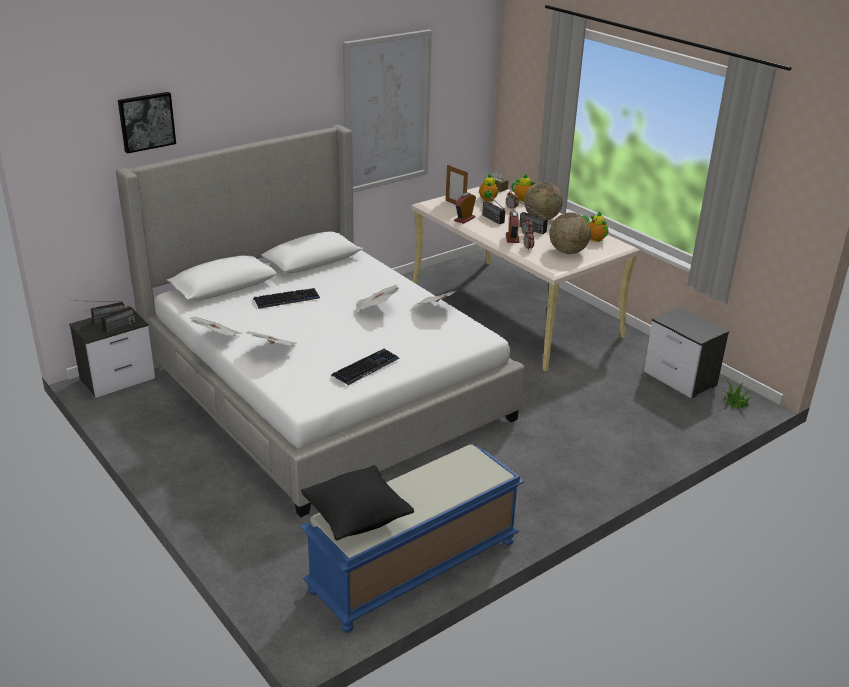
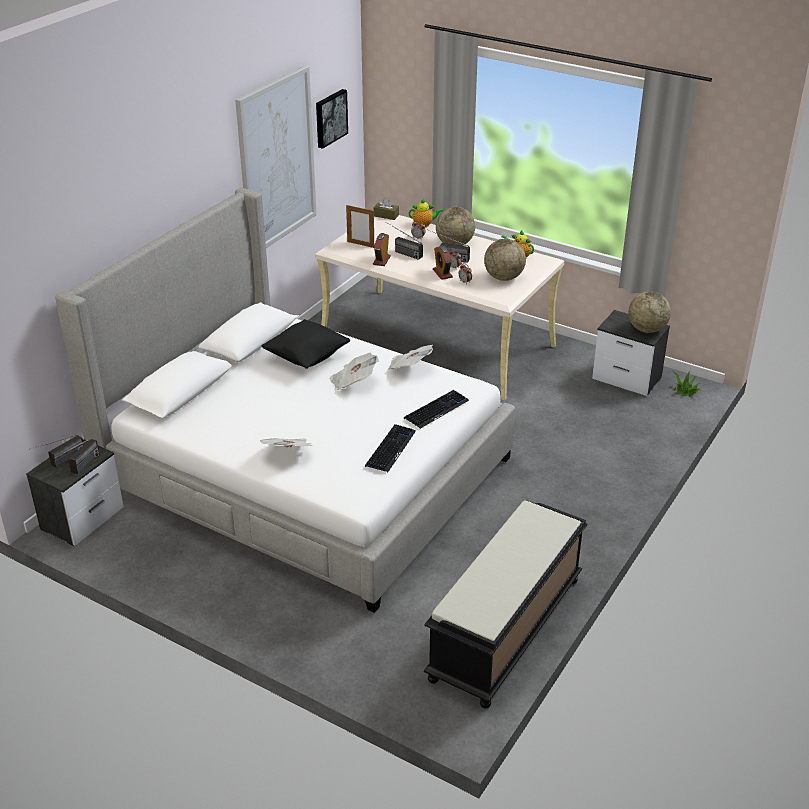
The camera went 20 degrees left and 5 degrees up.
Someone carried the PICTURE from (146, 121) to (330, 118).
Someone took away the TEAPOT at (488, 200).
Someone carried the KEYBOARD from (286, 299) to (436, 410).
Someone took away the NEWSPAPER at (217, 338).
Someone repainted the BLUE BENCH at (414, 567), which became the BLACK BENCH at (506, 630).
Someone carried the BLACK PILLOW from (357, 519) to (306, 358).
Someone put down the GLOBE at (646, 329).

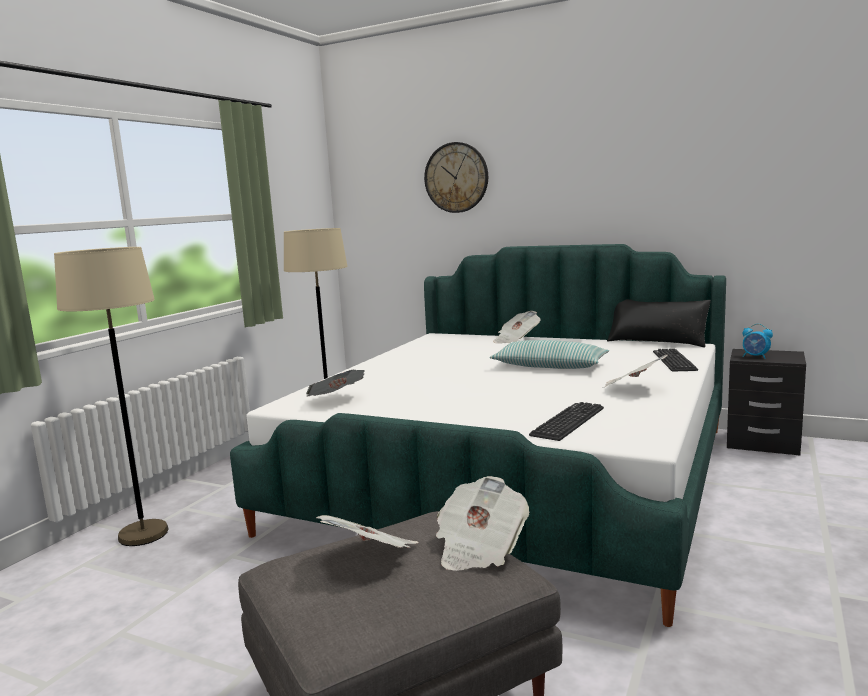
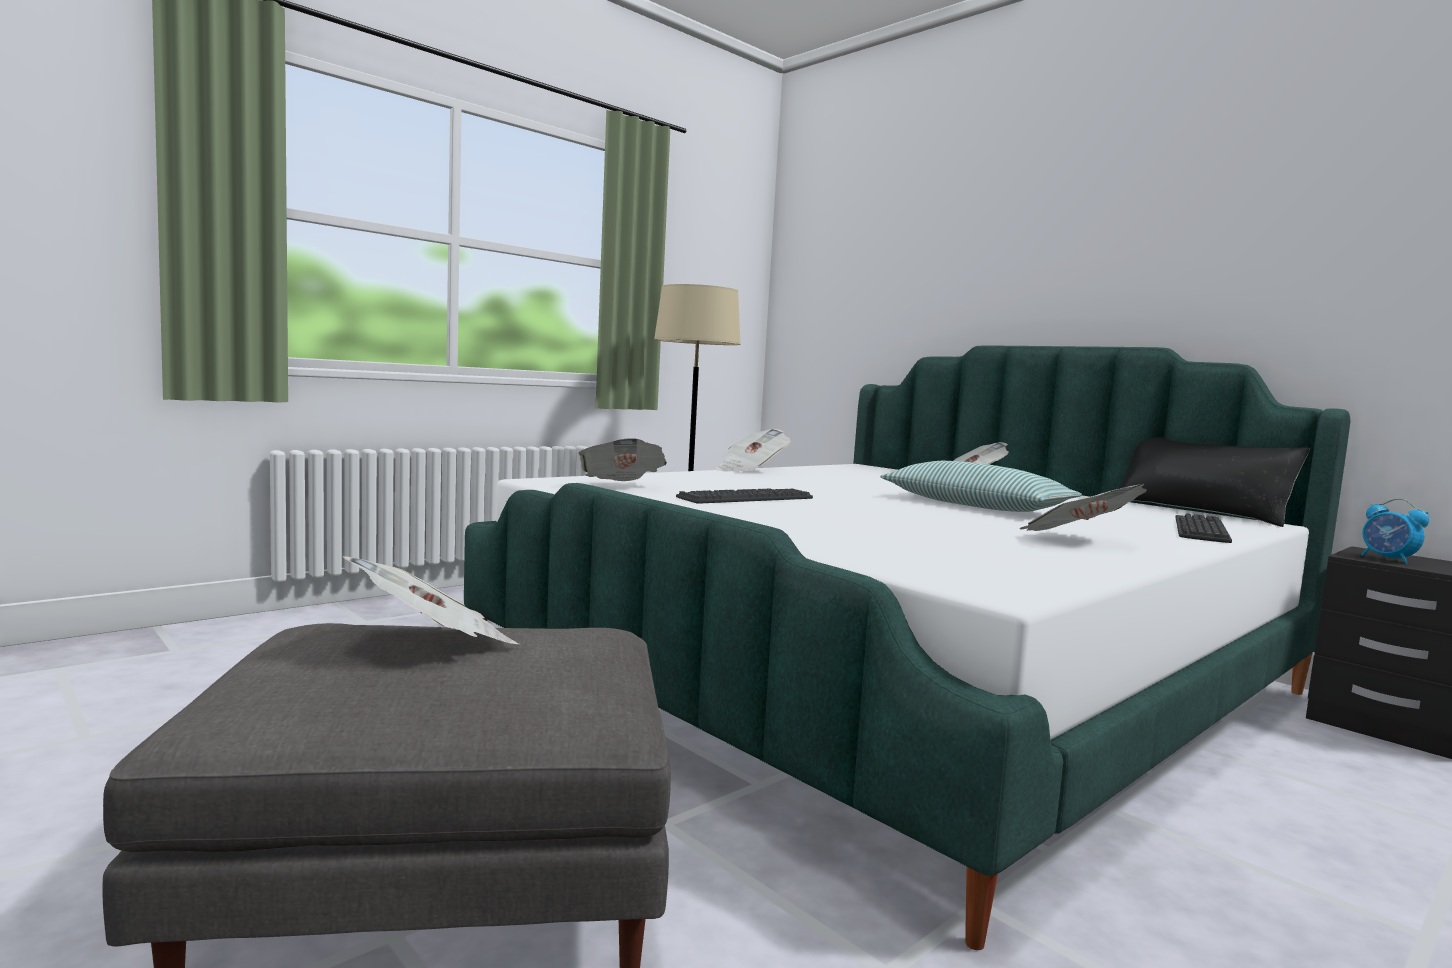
The camera went 20 degrees right and 5 degrees down.
Someone took away the WALL CLOCK at (456, 177).
Someone took away the BEIGE FLOOR LAMP at (143, 534).
Someone carried the KEYBOARD from (568, 422) to (746, 498).
Someone carried the NEWSPAPER from (479, 548) to (750, 470).

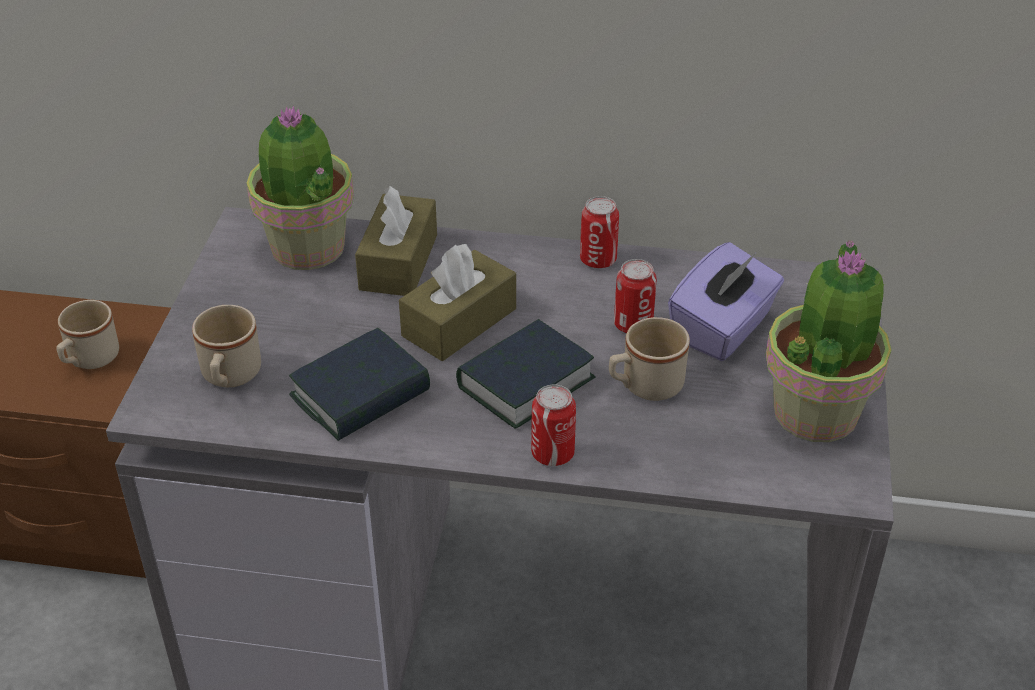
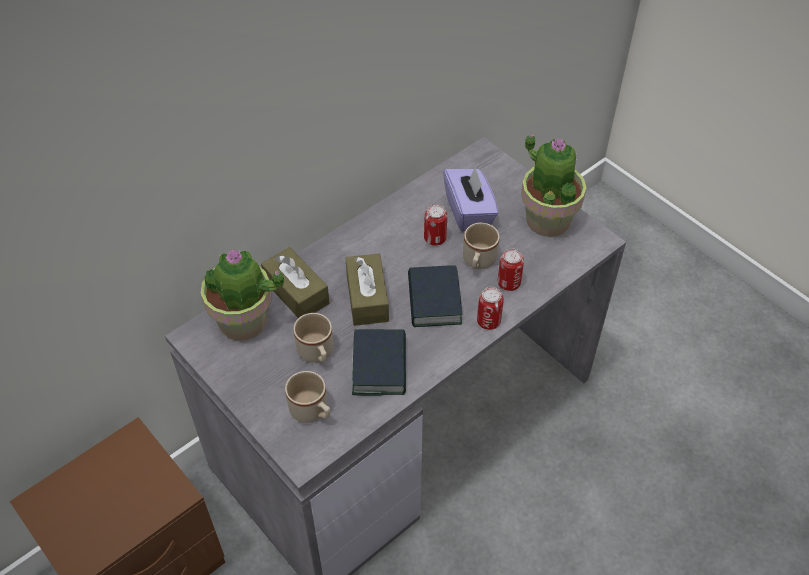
The camera went 50 degrees left and 10 degrees up.
Someone carried the CAN from (598, 260) to (508, 283).
Someone carried the BEIGE MUG from (89, 360) to (317, 354).

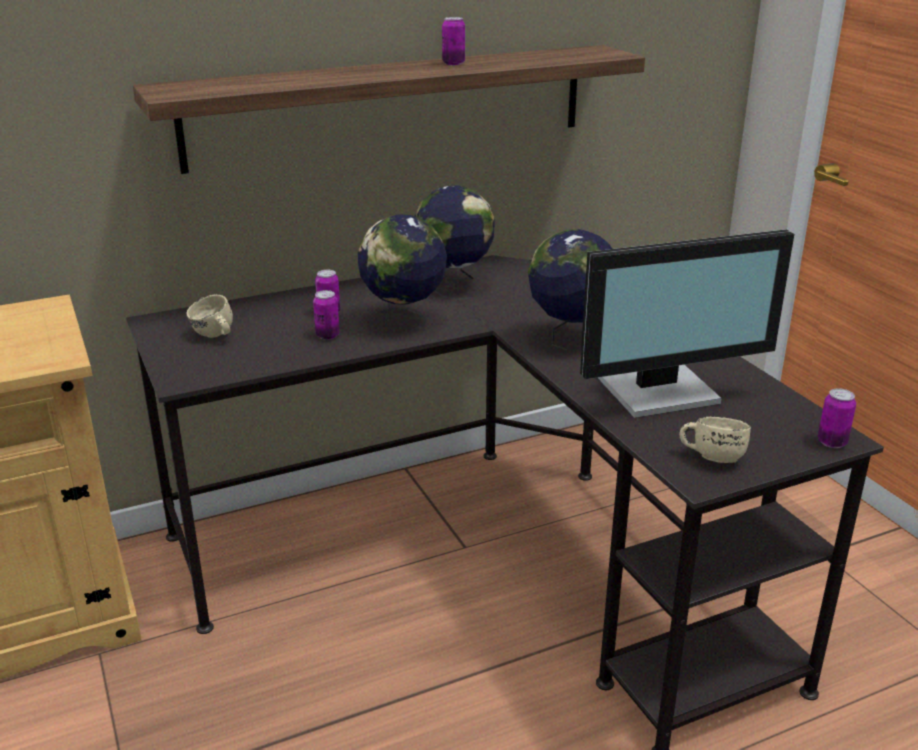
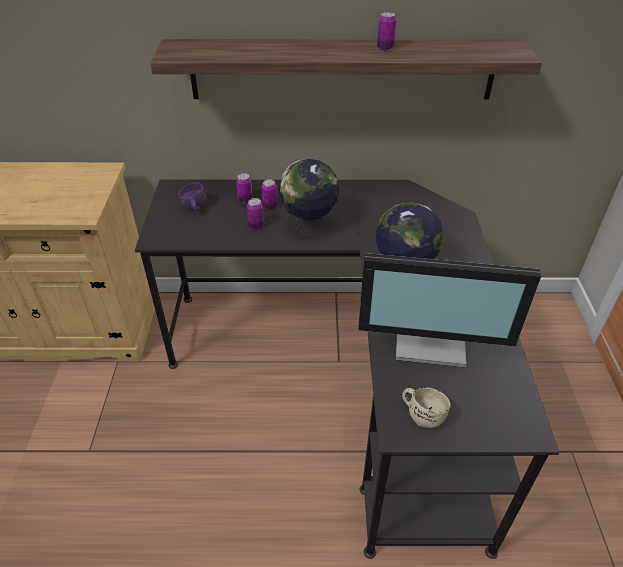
The camera went 25 degrees right and 15 degrees up.
Someone took away the GLOBE at (454, 286).
Someone repainted the BEIGE MUG at (214, 336), which became the PURPLE MUG at (194, 208).
Someone carried the CAN from (832, 442) to (245, 200).

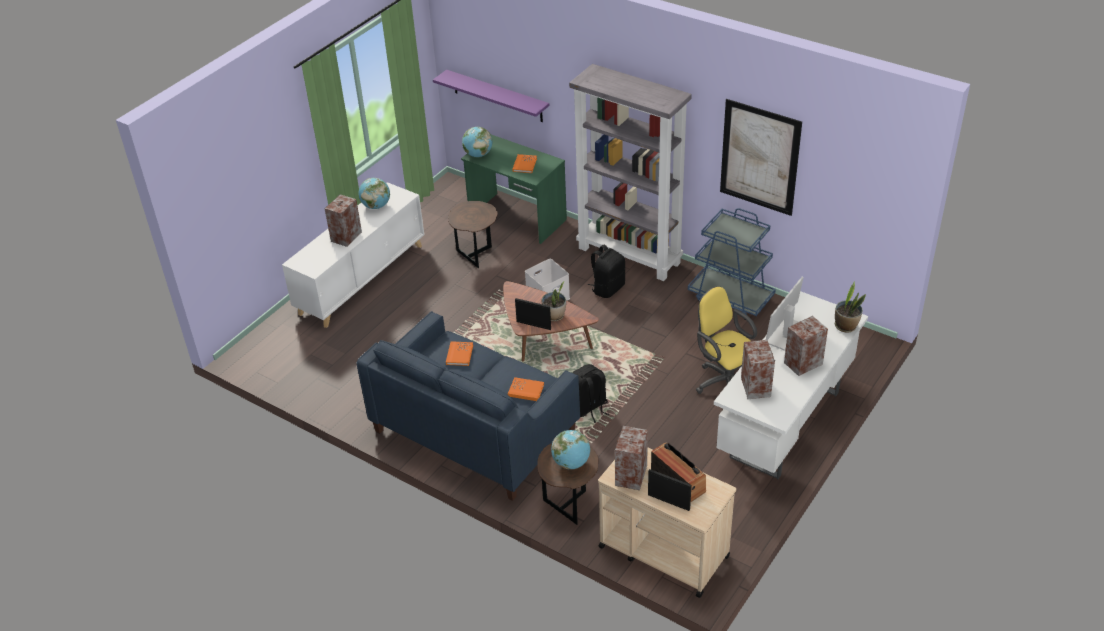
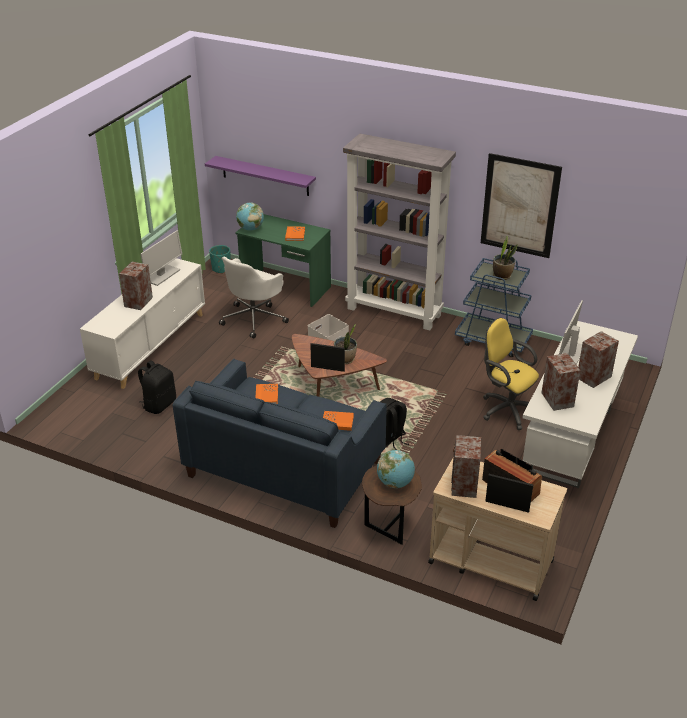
The camera went 10 degrees left and 5 degrees down.
Someone swapped the GLOBE at (376, 206) for the MONITOR at (162, 275).
Someone swapped the BROWN SIDE TABLE at (476, 254) for the WHITE OFFICE CHAIR at (254, 319).
Someone carried the BLACK BACKPACK from (607, 288) to (159, 404).
Someone carried the POTTED PLANT from (846, 326) to (502, 276).
Someone put down the TURQUOISE PLANTER at (221, 269).

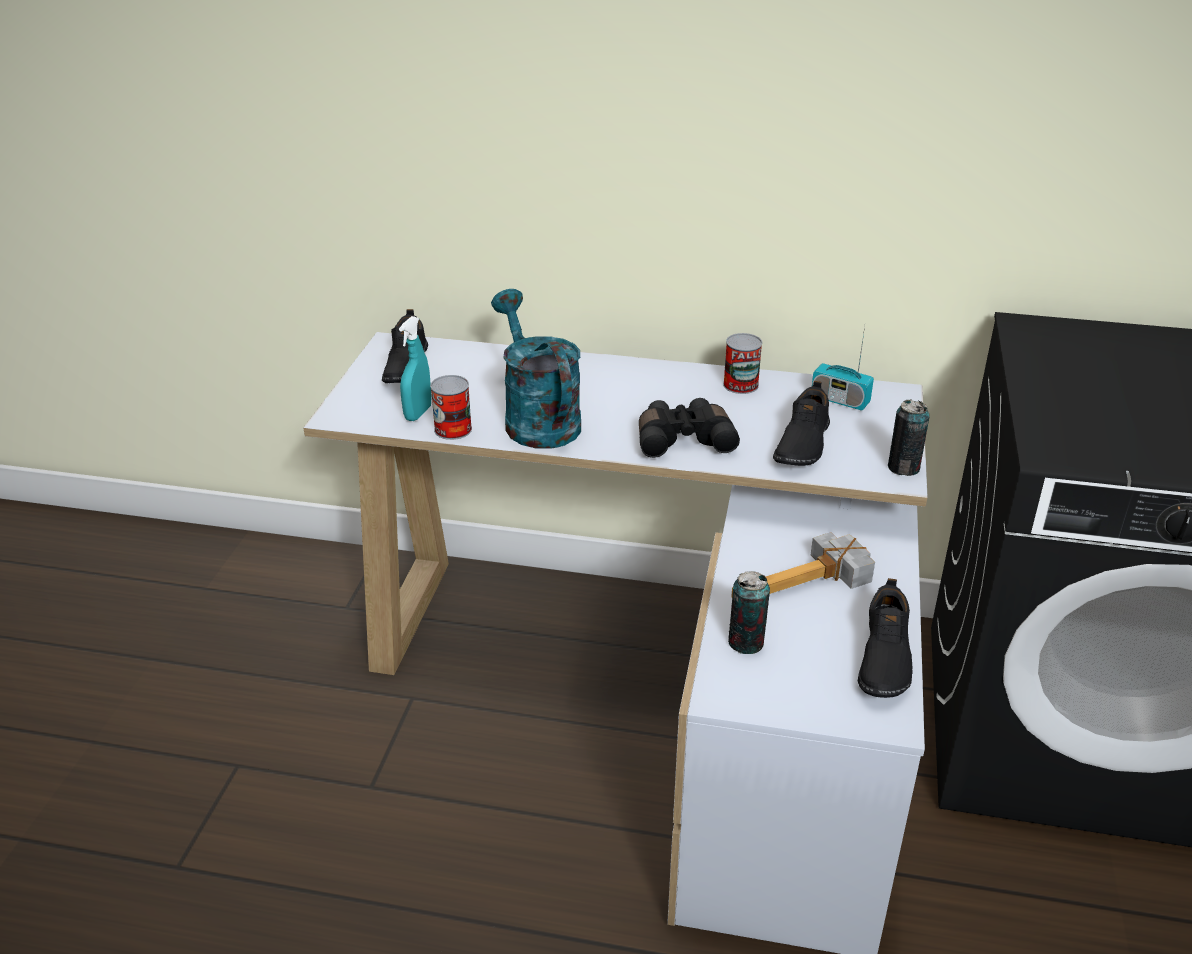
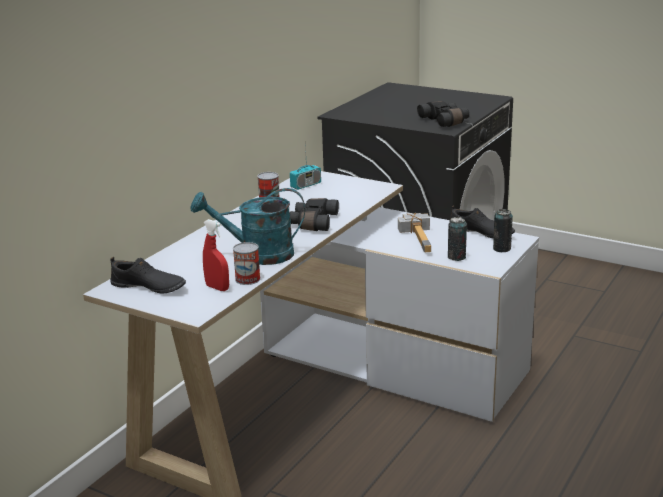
The camera went 70 degrees left and 10 degrees down.
Someone repainted the TURQUOISE SPRAY BOTTLE at (418, 413), which became the RED SPRAY BOTTLE at (217, 288).
Someone took away the BLACK SHOE at (801, 444).
Someone carried the CAN from (903, 468) to (501, 249).
Someone put down the BLACK BINOCULARS at (445, 121).

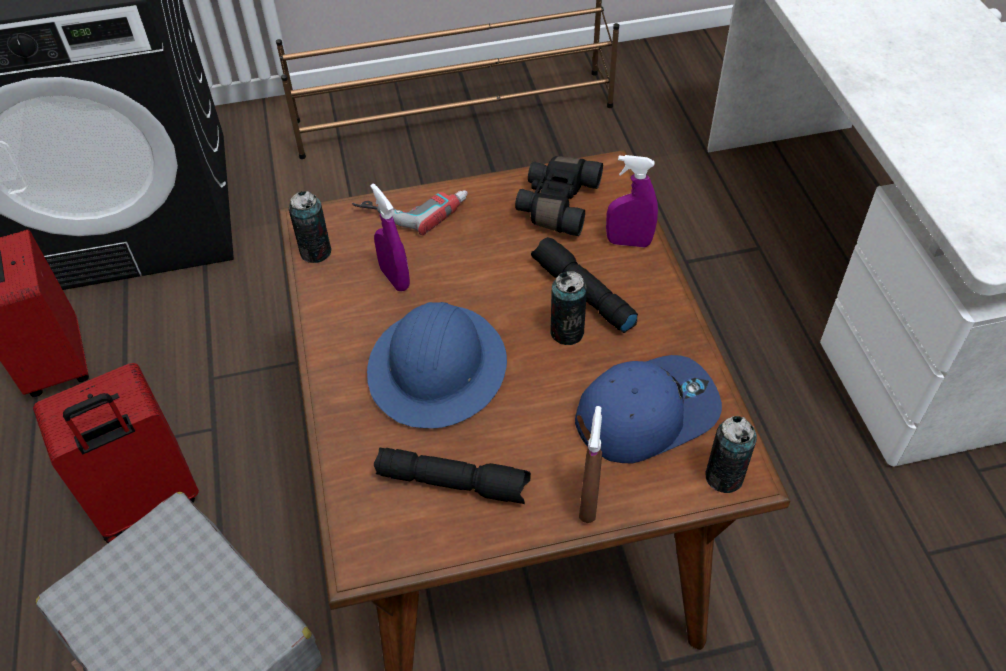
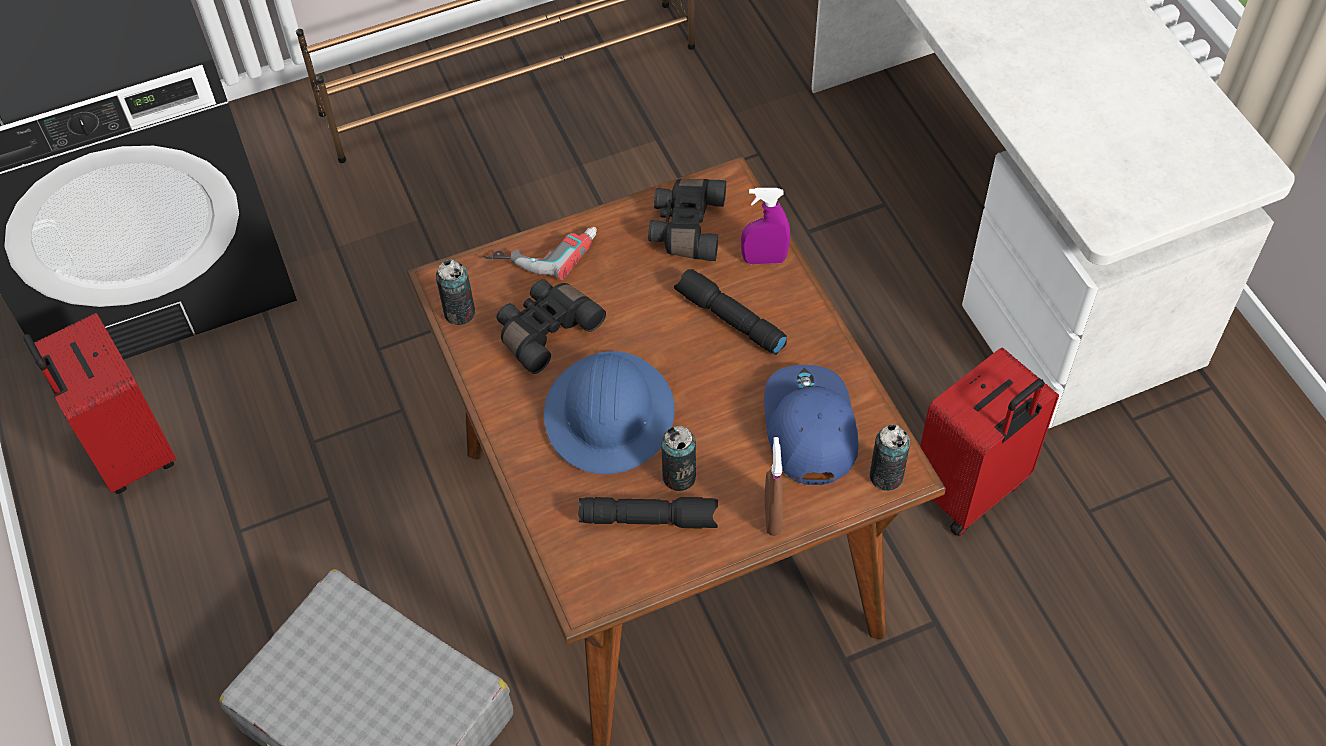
The camera went 10 degrees left and 5 degrees up.
Someone swapped the PURPLE SPRAY BOTTLE at (395, 278) for the BLACK BINOCULARS at (545, 330).
Someone carried the CAN from (567, 332) to (679, 477).
Someone rotated the BLUE CAP at (646, 412) by 60 degrees counterclockwise.
Someone carried the RED SUITCASE from (147, 502) to (971, 491).

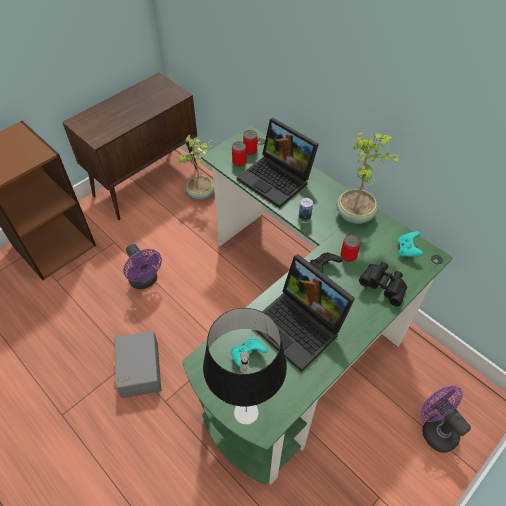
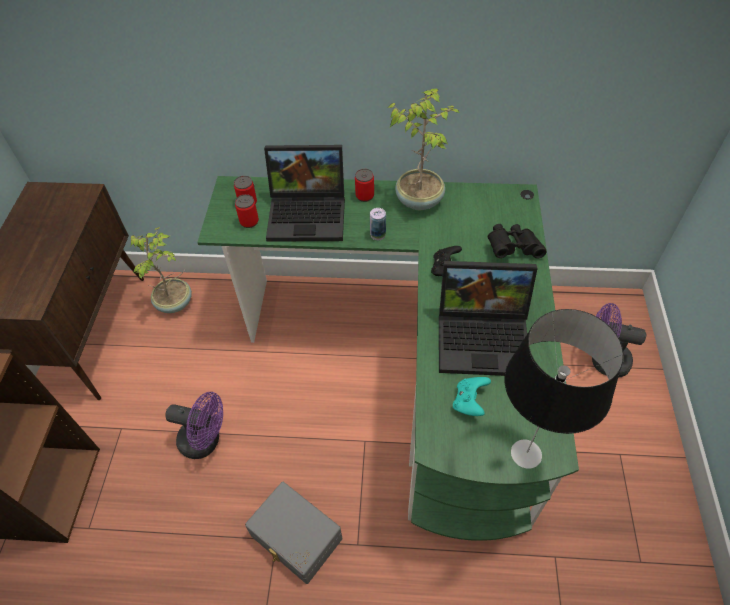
The camera went 40 degrees left and 0 degrees up.
Someone took away the TURQUOISE GAME CONTROLLER at (407, 250).
Someone carried the CAN from (348, 255) to (364, 196).

